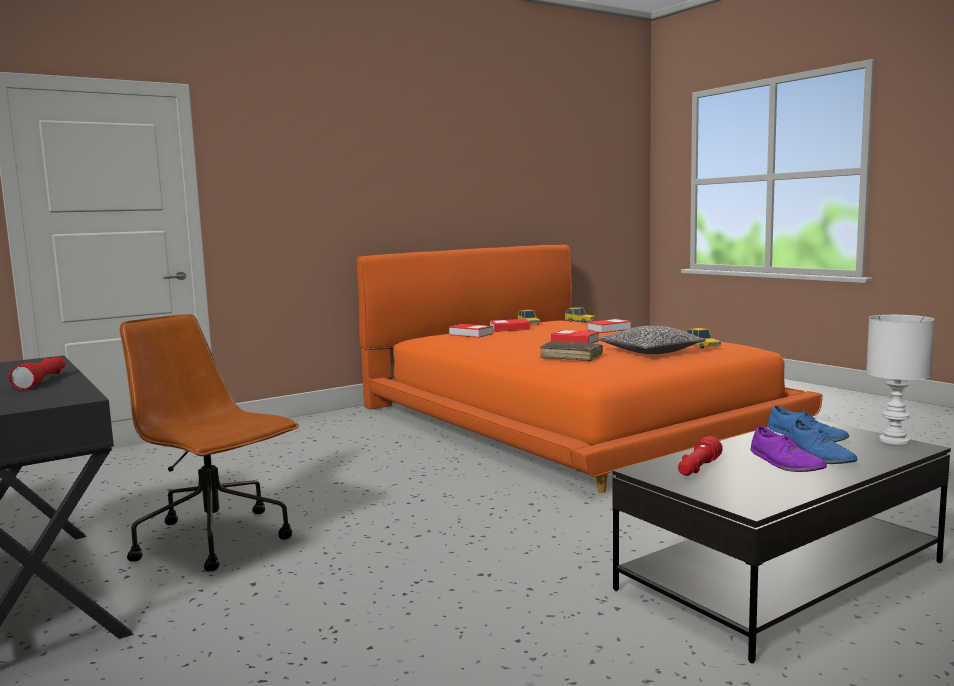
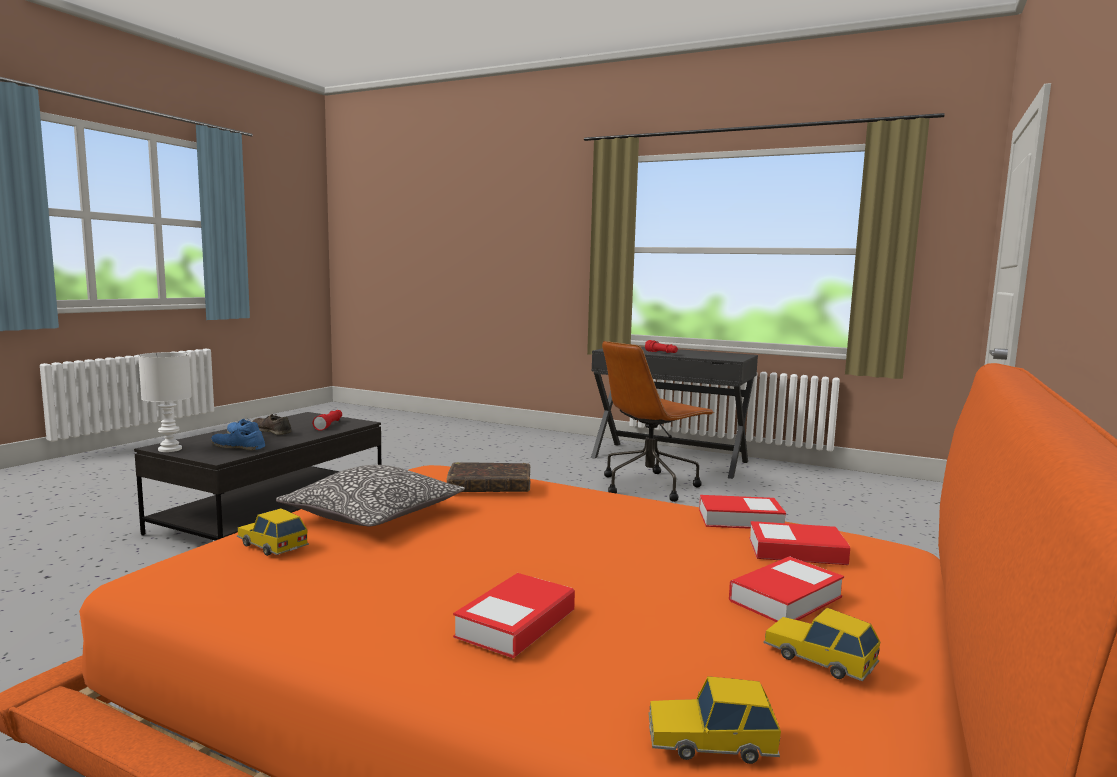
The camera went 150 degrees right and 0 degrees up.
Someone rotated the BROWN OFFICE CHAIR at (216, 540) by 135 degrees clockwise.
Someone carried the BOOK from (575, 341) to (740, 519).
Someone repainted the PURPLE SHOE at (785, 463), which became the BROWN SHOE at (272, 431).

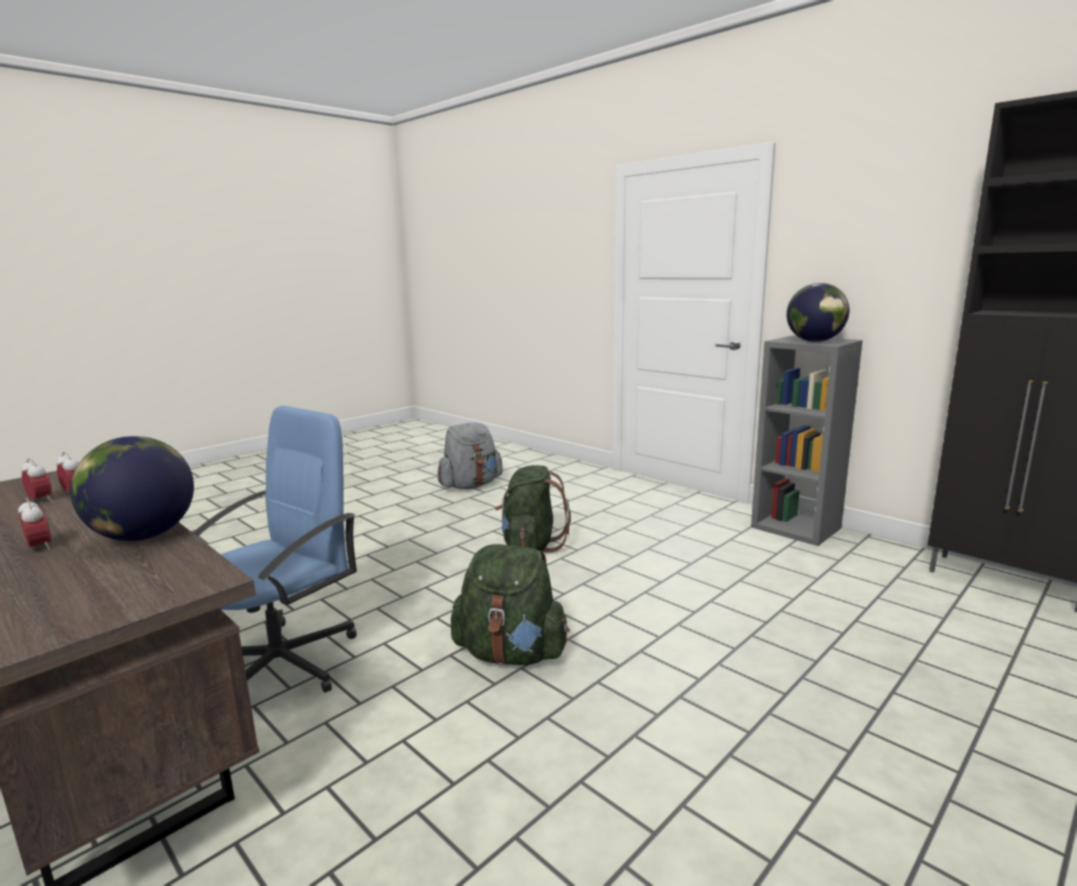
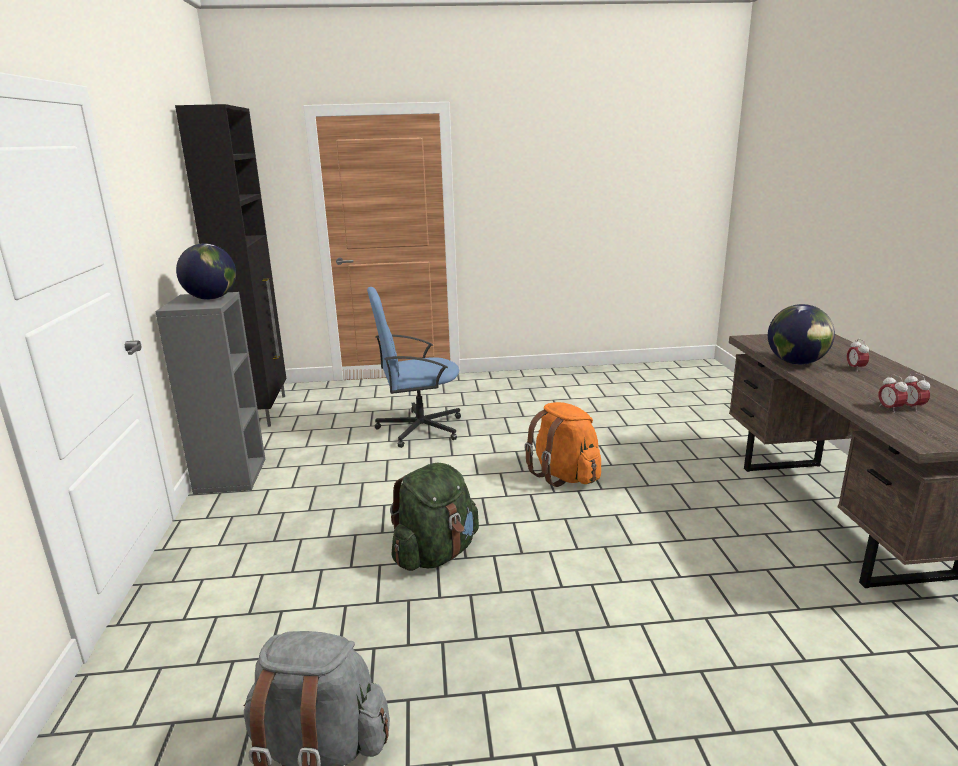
The camera went 140 degrees left and 5 degrees up.
Someone carried the BLUE OFFICE CHAIR from (282, 663) to (419, 428).
Someone repainted the GREEN BACKPACK at (511, 654), which became the ORANGE BACKPACK at (564, 476).

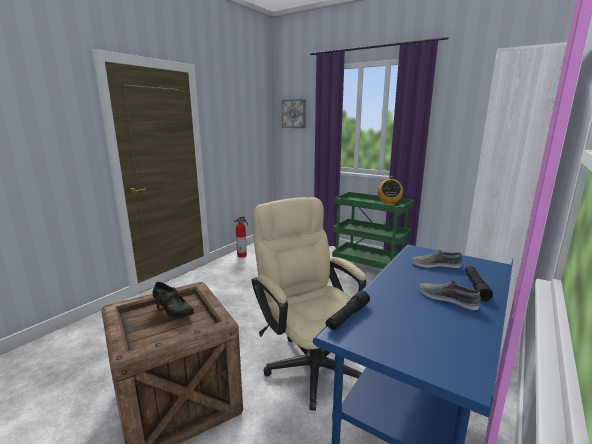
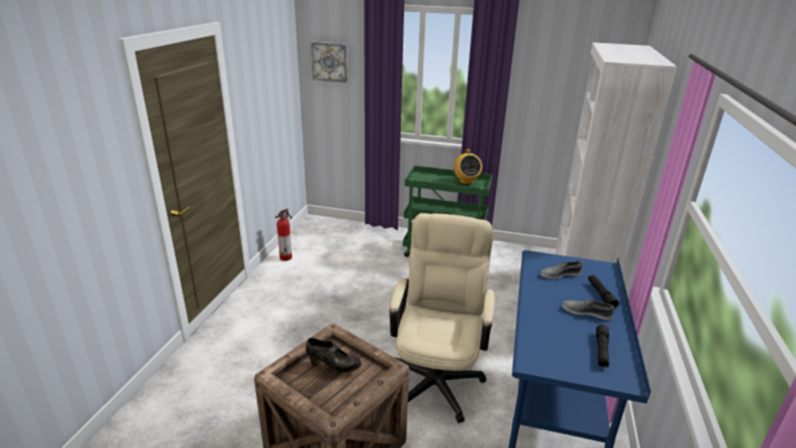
The camera went 20 degrees left and 10 degrees up.
Someone rotated the BEIGE OFFICE CHAIR at (309, 361) by 60 degrees clockwise.
Someone carried the BLACK FLASHLIGHT from (348, 316) to (601, 350).

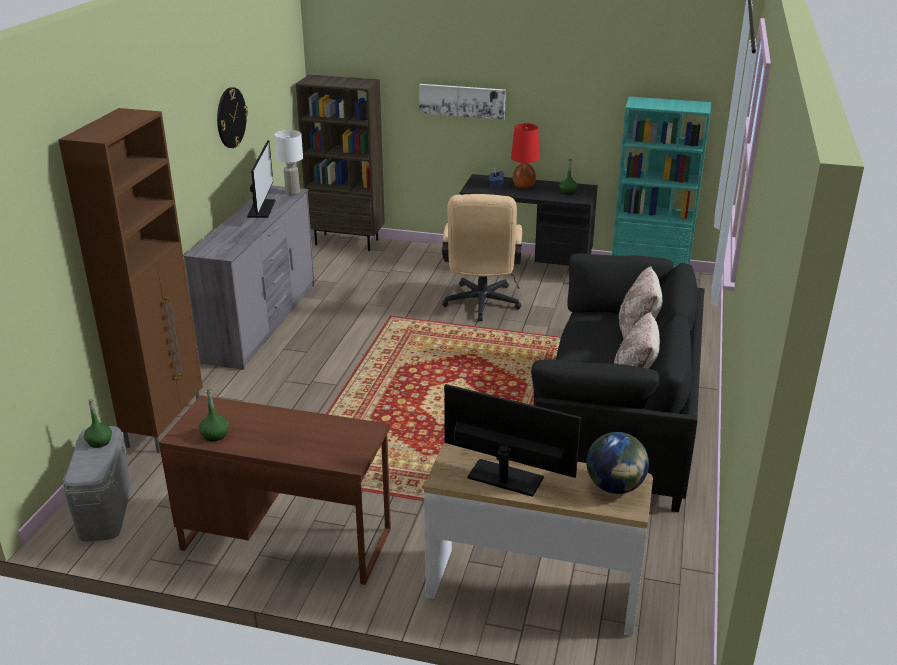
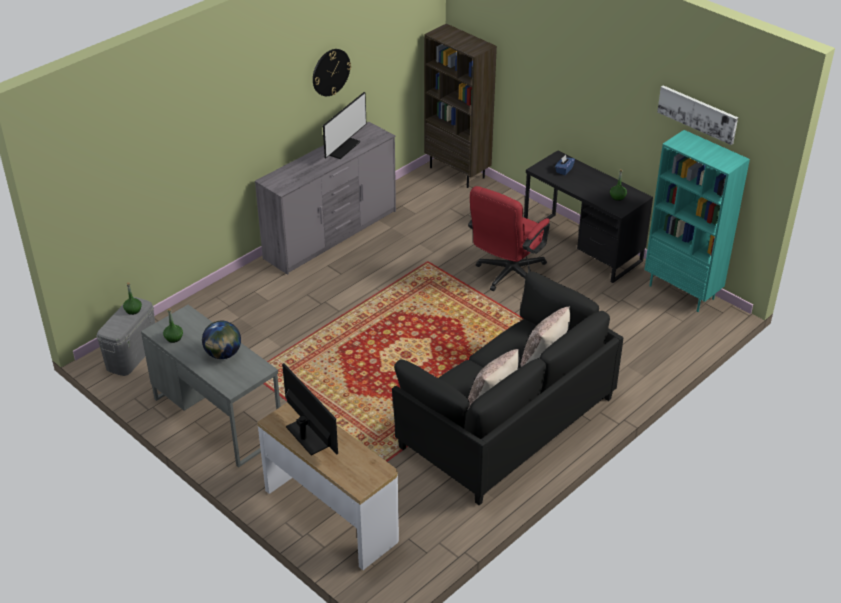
The camera went 30 degrees right and 10 degrees up.
Someone carried the PICTURE from (462, 101) to (697, 114).
Someone took away the BROWN CABINET at (166, 424).
Someone took away the RED TABLE LAMP at (523, 186).
Someone took away the WHITE TABLE LAMP at (293, 192).
Someone repainted the BEIGE OFFICE CHAIR at (481, 305), which became the RED OFFICE CHAIR at (507, 275).
Someone repainted the BROWN DESK at (286, 538), which became the GREY DESK at (218, 417).
Someone carried the GLOBE from (615, 487) to (223, 354).

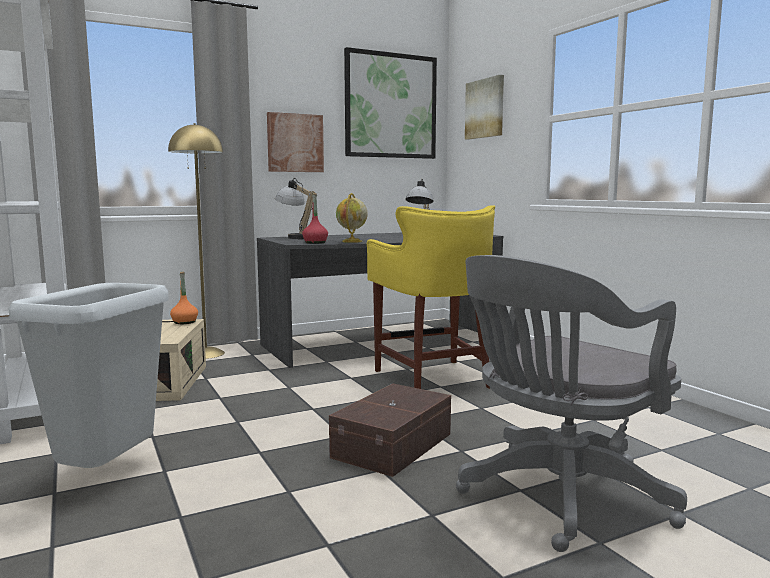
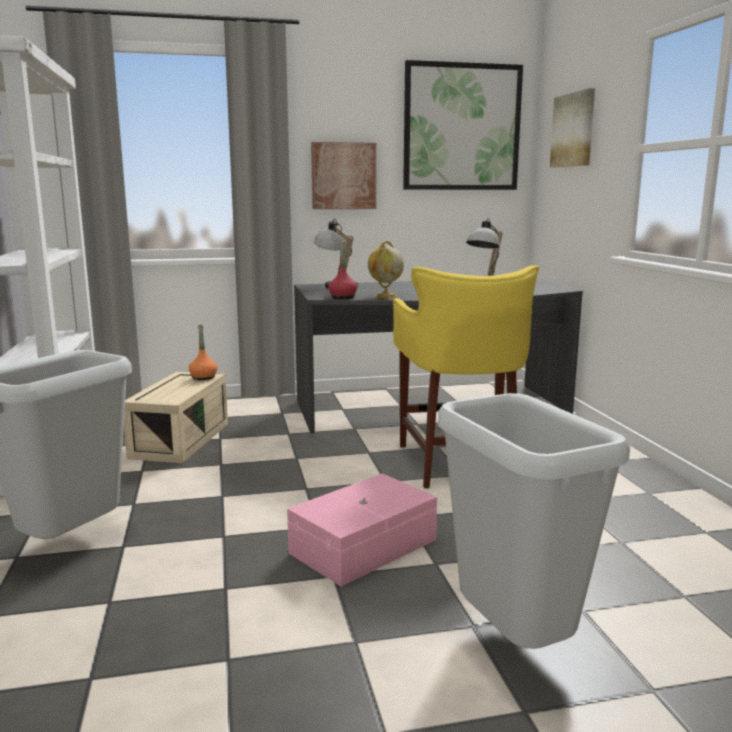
The camera went 15 degrees right and 5 degrees up.
Someone took away the YELLOW FLOOR LAMP at (205, 353).
Someone swapped the GREY OFFICE CHAIR at (558, 497) for the GREY TRASH CAN at (511, 643).
Someone repainted the BROWN STORAGE BOX at (395, 445), which became the PINK STORAGE BOX at (366, 546).

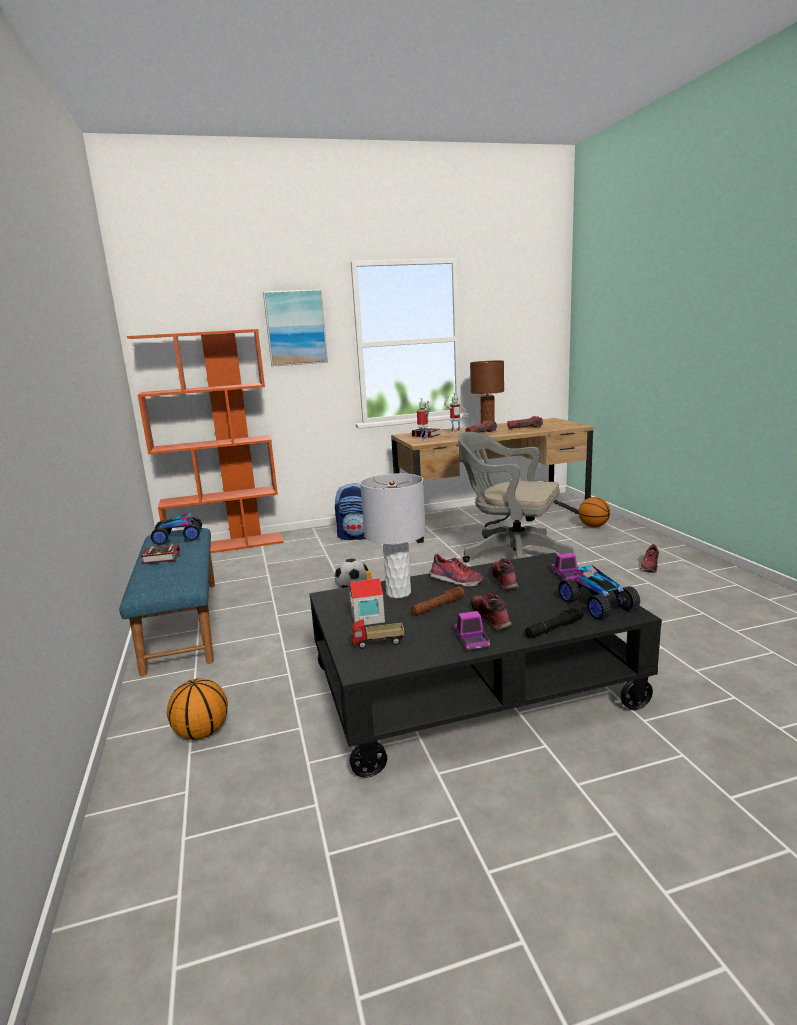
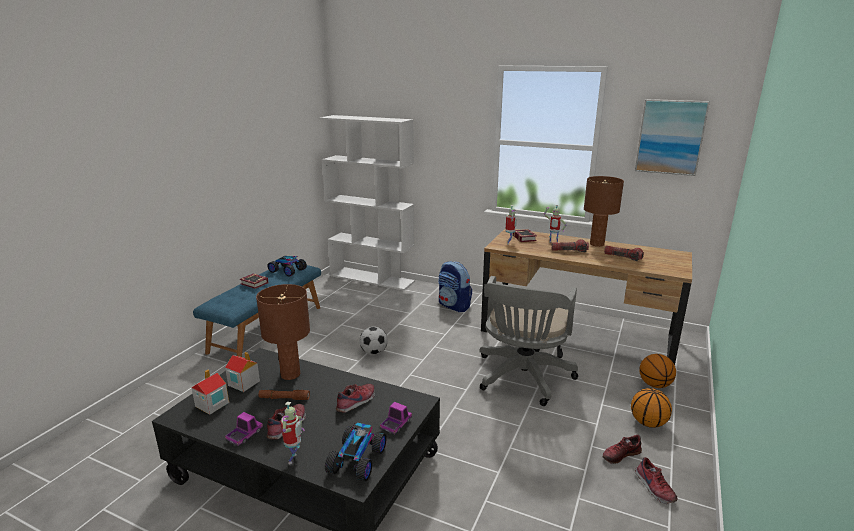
The camera went 40 degrees right and 5 degrees up.
Someone carried the PICTURE from (296, 328) to (670, 137).
Someone repainted the ORANGE BOOKCASE at (227, 545), which became the WHITE BOOKCASE at (372, 278).
Someone rotated the GREY OFFICE CHAIR at (510, 556) by 135 degrees counterclockwise.
Someone repainted the GREY TABLE LAMP at (399, 593), which became the BROWN TABLE LAMP at (290, 375).
Someone carried the SHOE from (455, 581) to (653, 488).
Someone swapped the BLACK FLASHLIGHT at (554, 629) for the TOY ROBOT at (294, 459).
Someone swapped the TOY TRUCK at (378, 643) for the TOY HOUSE at (212, 405).
Someone carried the BASKETBALL from (201, 733) to (648, 423).

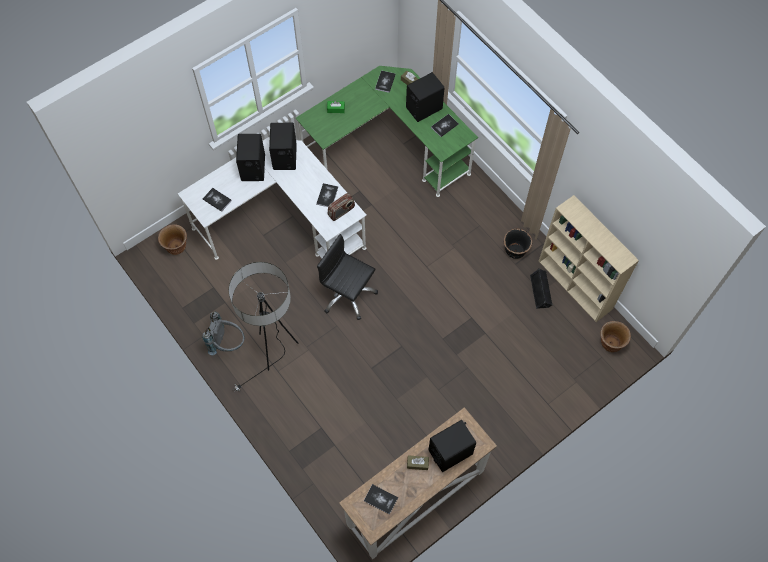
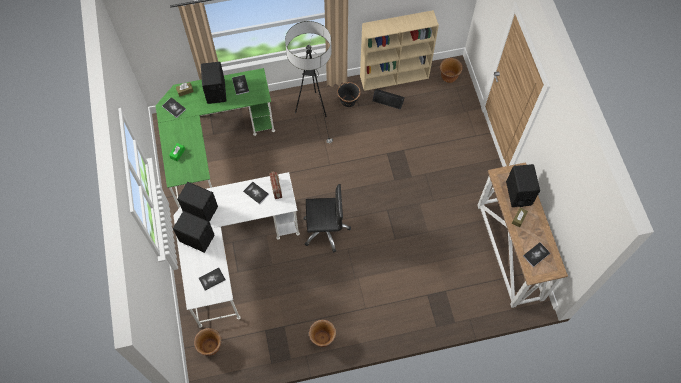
The camera went 65 degrees left and 0 degrees up.
Someone rotated the BLACK OFFICE CHAIR at (348, 295) by 150 degrees counterclockwise.
Someone carried the FLOOR LAMP from (274, 352) to (313, 110).
Someone swapped the GREY BACKPACK at (227, 343) for the BROWN PLANTER at (322, 338).

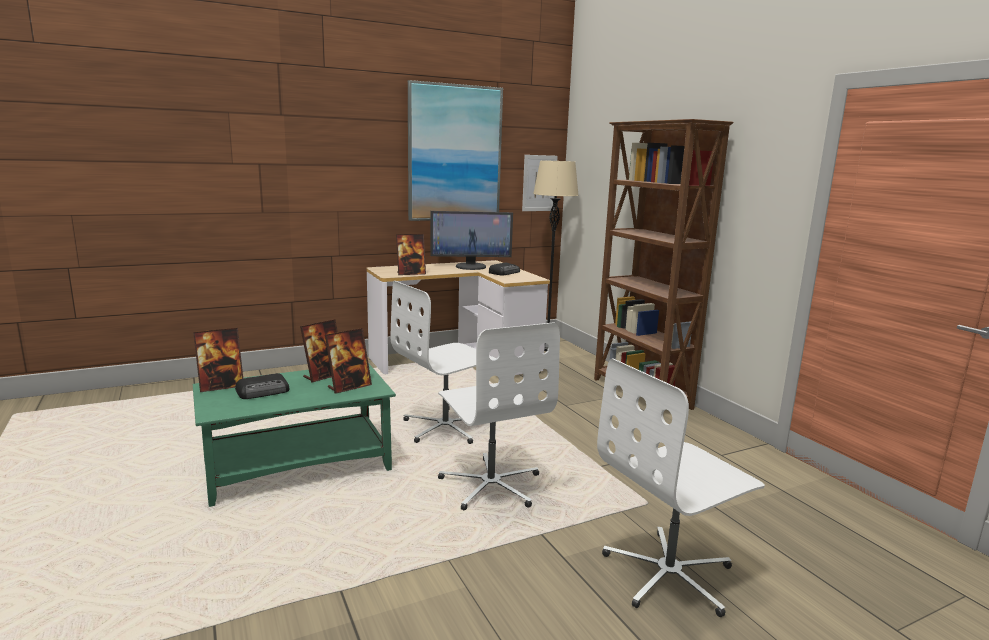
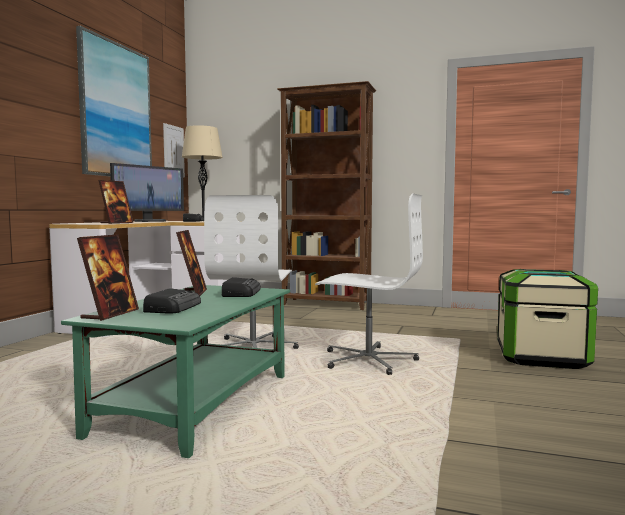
The camera went 45 degrees left and 10 degrees down.
Someone swapped the PICTURE FRAME at (349, 387) for the RADIO at (241, 293).
Someone swapped the WHITE OFFICE CHAIR at (670, 574) for the STORAGE BOX at (541, 357).

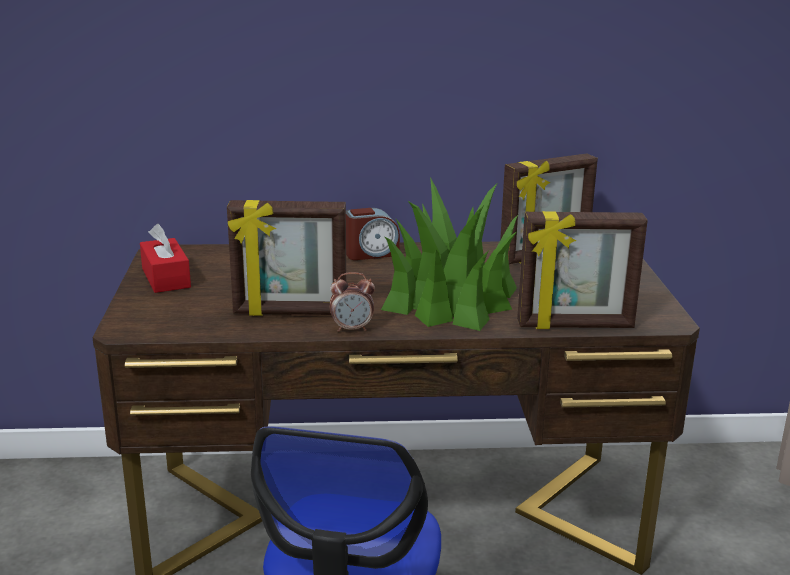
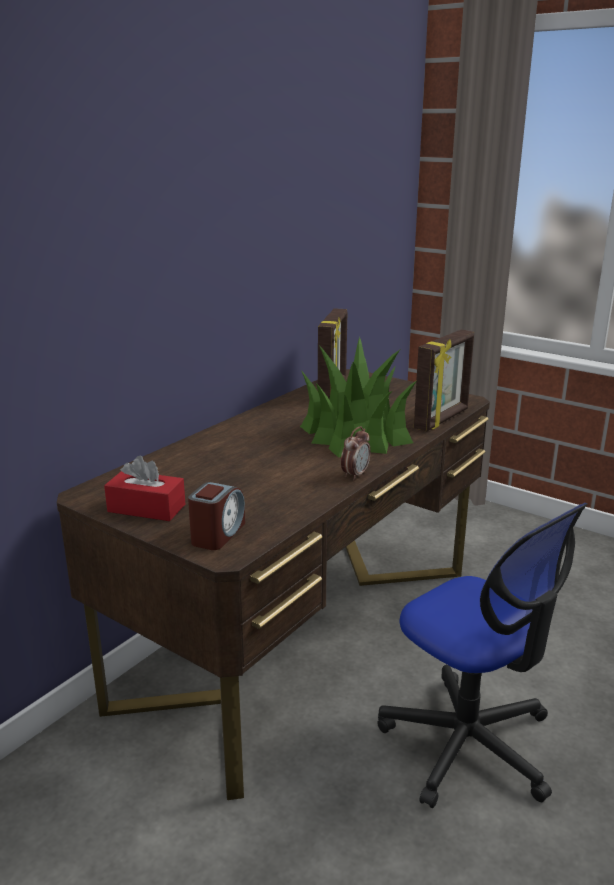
The camera went 50 degrees left and 0 degrees up.
Someone took away the PICTURE FRAME at (290, 313).
Someone carried the ALARM CLOCK from (371, 253) to (218, 534).

